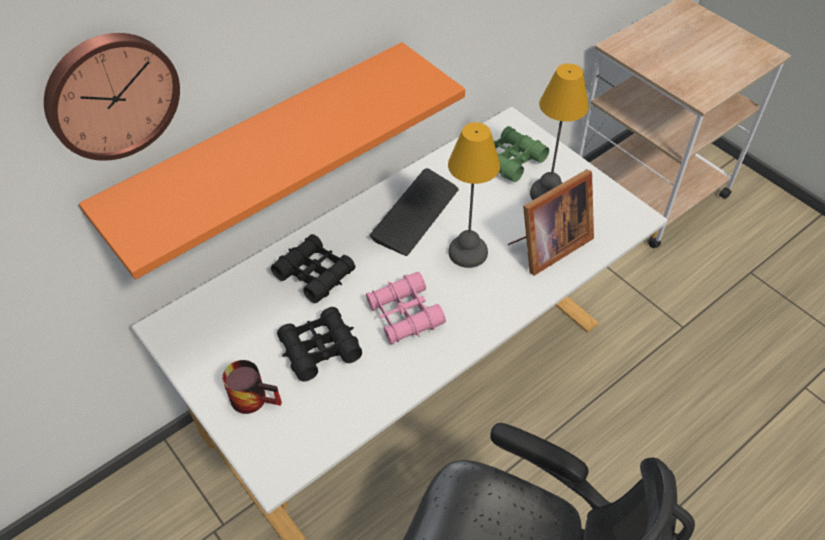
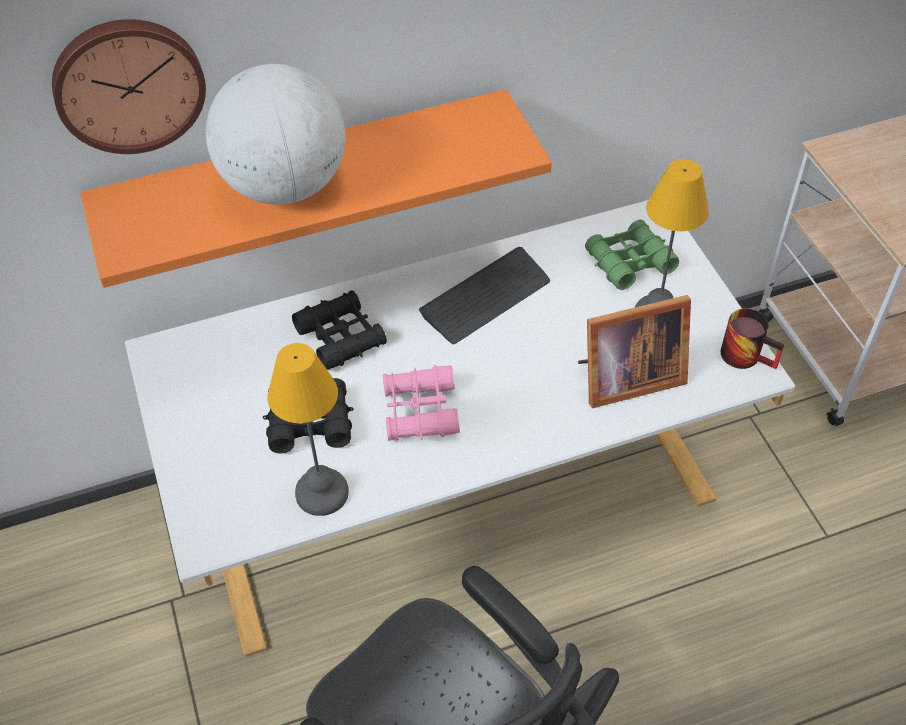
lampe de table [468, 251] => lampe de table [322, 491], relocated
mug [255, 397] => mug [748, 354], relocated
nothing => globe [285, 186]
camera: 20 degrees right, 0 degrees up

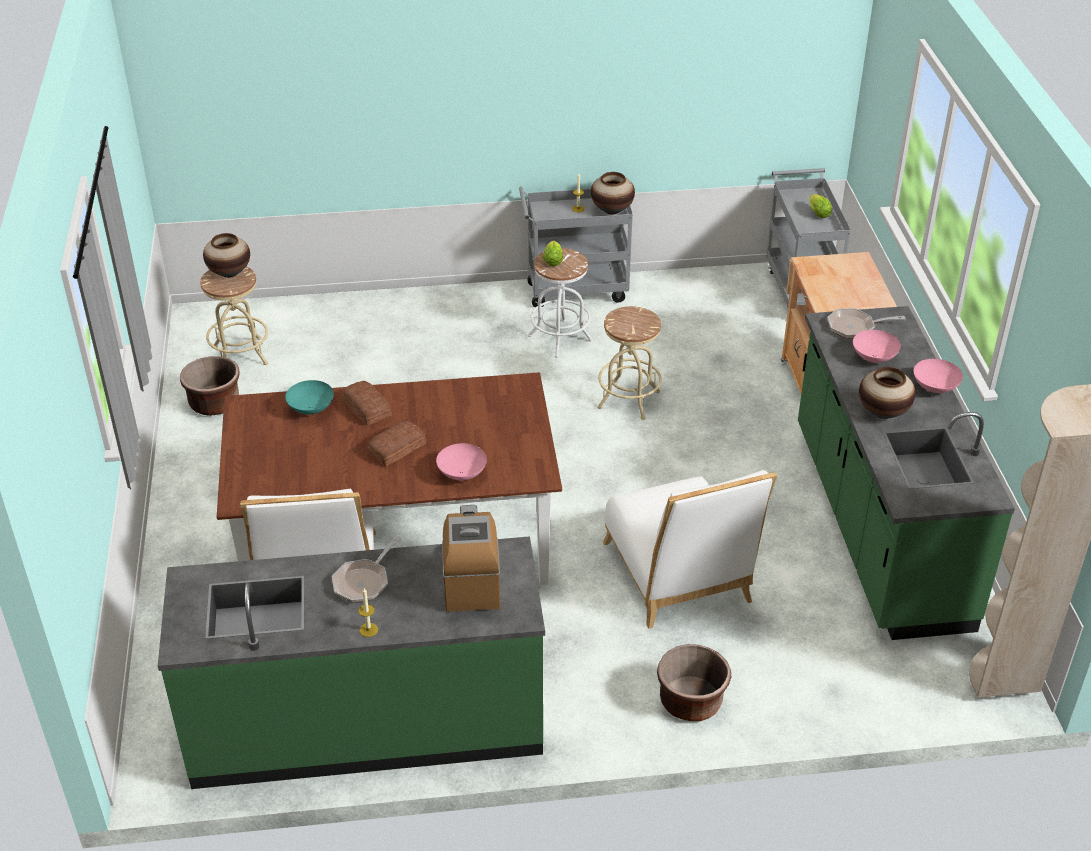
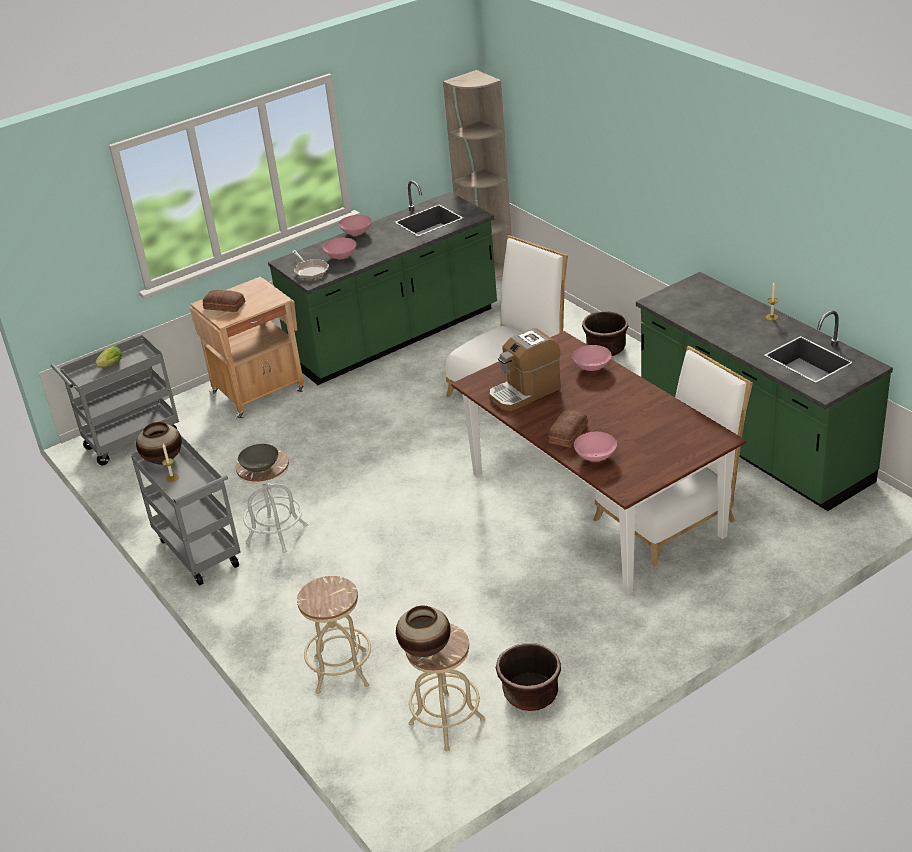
laitue [553, 260] => bol/gris [261, 468]
tabouret/beige [629, 400] => tabouret/beige [341, 671], relocated
vase [883, 412] => nothing
bol/turquoise [310, 409] => bol/rose [596, 457]
pain [395, 448] => pain [224, 306], relocated
machine à café [471, 579] => machine à café [525, 392], relocated
poêle [364, 581] => nothing
camera: 115 degrees left, 5 degrees down

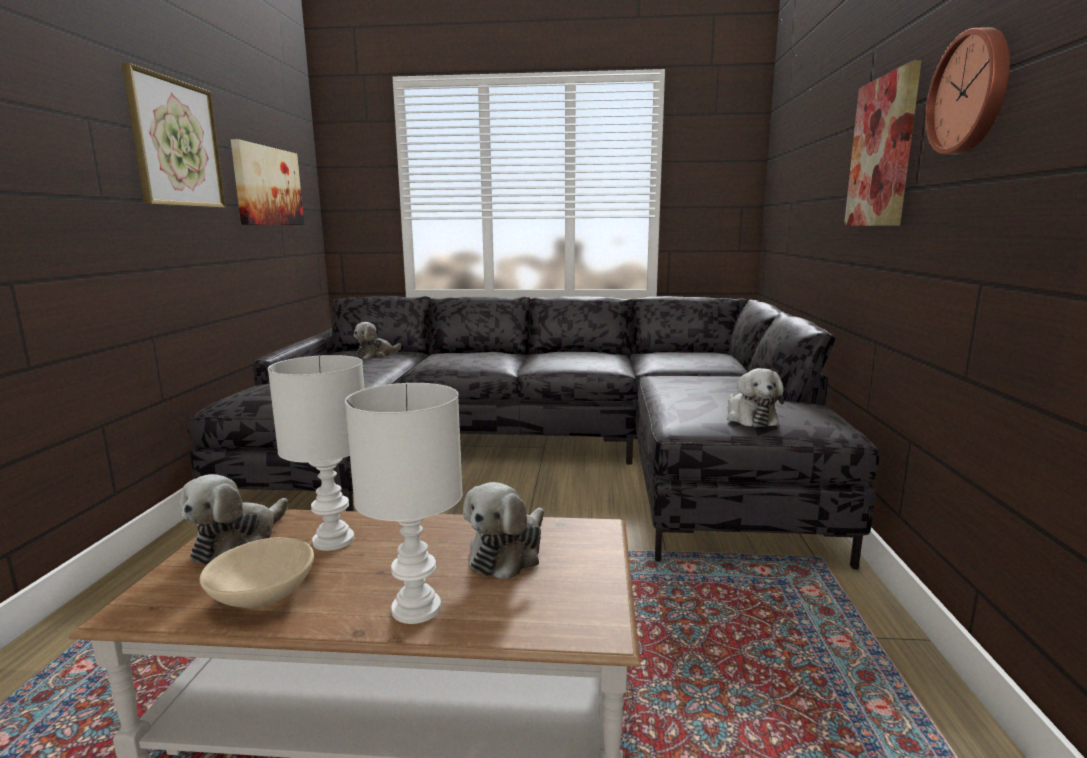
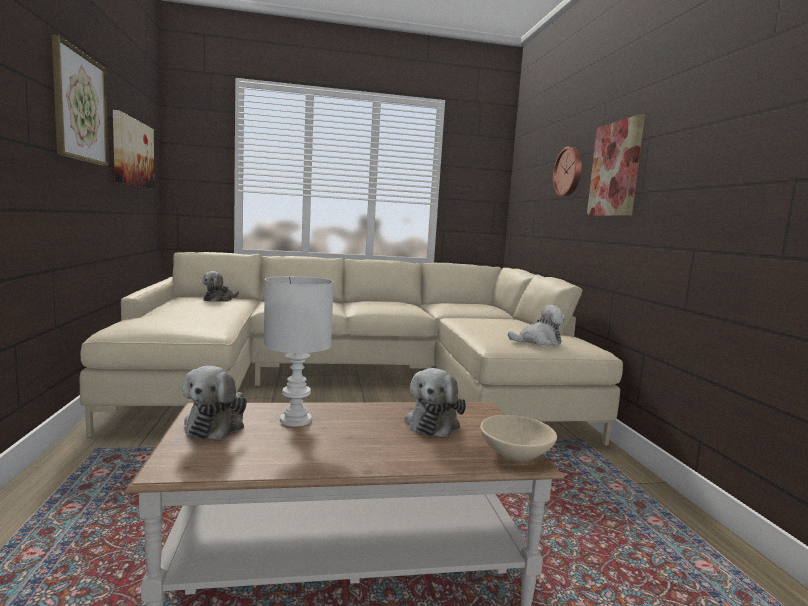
horloge murale [971, 93] => horloge murale [569, 172], relocated
canapé/noir [536, 459] => canapé/beige [355, 383]
peluche [749, 417] => peluche [538, 341], 75 degrees counterclockwise
lampe de table/blanc [415, 610] => nothing
bol/beige [264, 595] => bol/beige [515, 454], relocated
camera: 15 degrees left, 5 degrees down

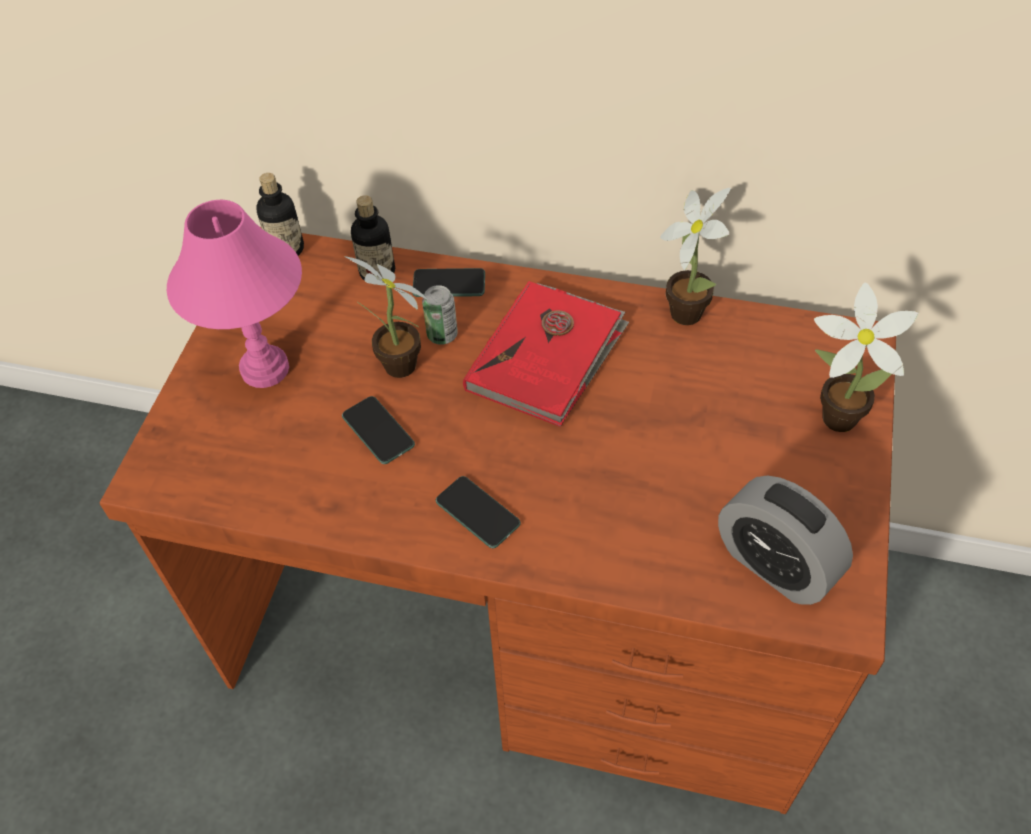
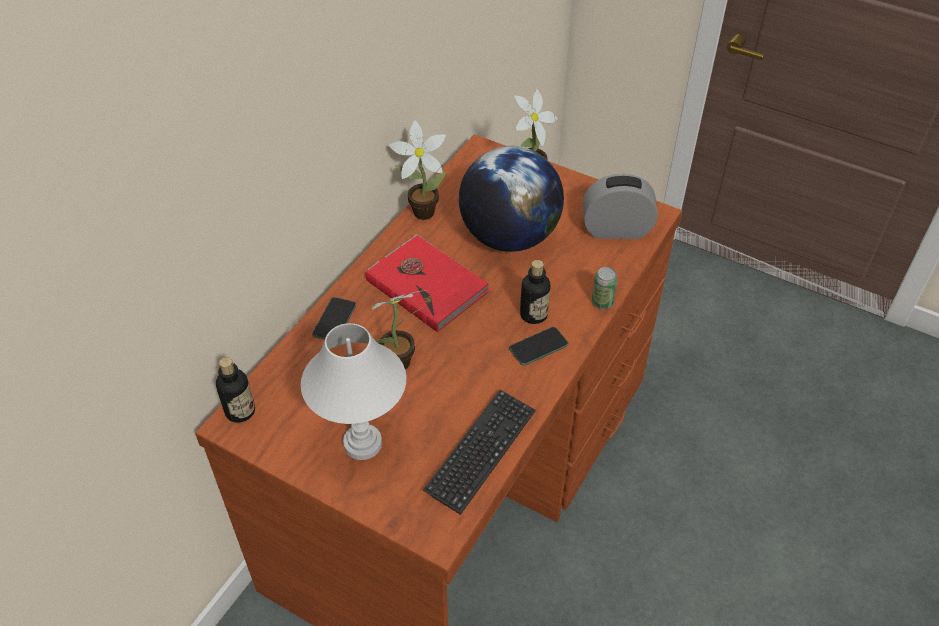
bouteille [377, 272] => bouteille [533, 314], relocated
lampe de table/rose [266, 368] => lampe de table/blanc [362, 443]
boîte métallique [442, 335] => boîte métallique [602, 302], relocated
téléphone [378, 431] => nothing
réveil [775, 564] => réveil [616, 230], 150 degrees counterclockwise
nothing => globe [509, 237]
nothing => clavier [481, 451]
camera: 75 degrees left, 5 degrees down

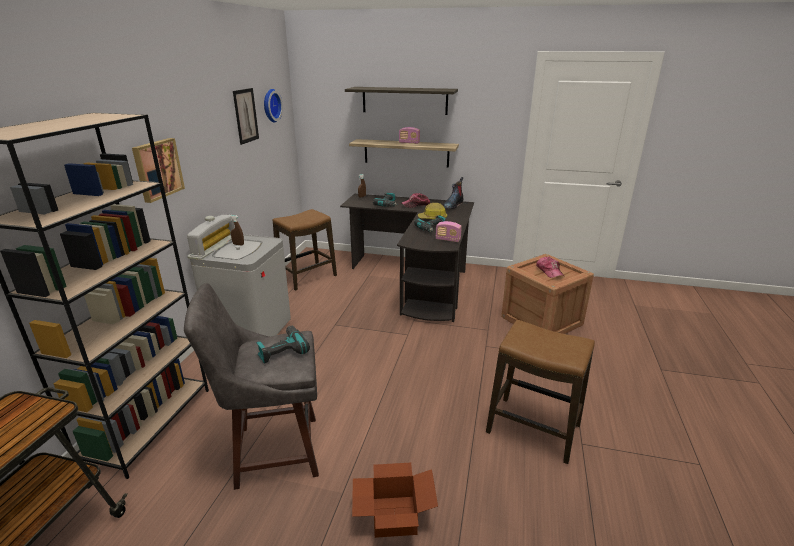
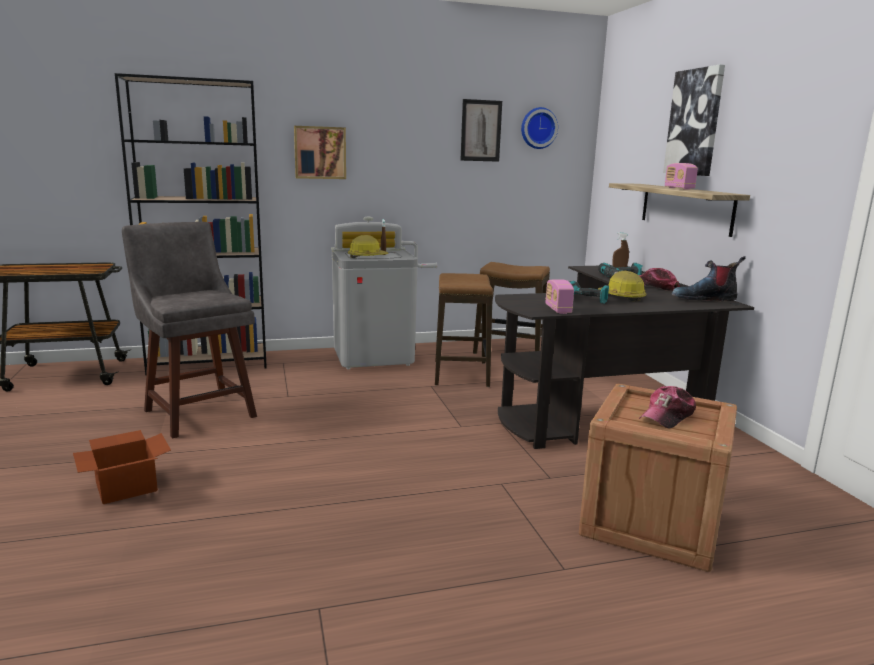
étagère [404, 100] => tableau [694, 122]
tabouret [533, 429] => tabouret [461, 373], relocated
perceuse [282, 349] => nothing
nothing => casque de chantier [367, 257]
camera: 60 degrees right, 10 degrees down

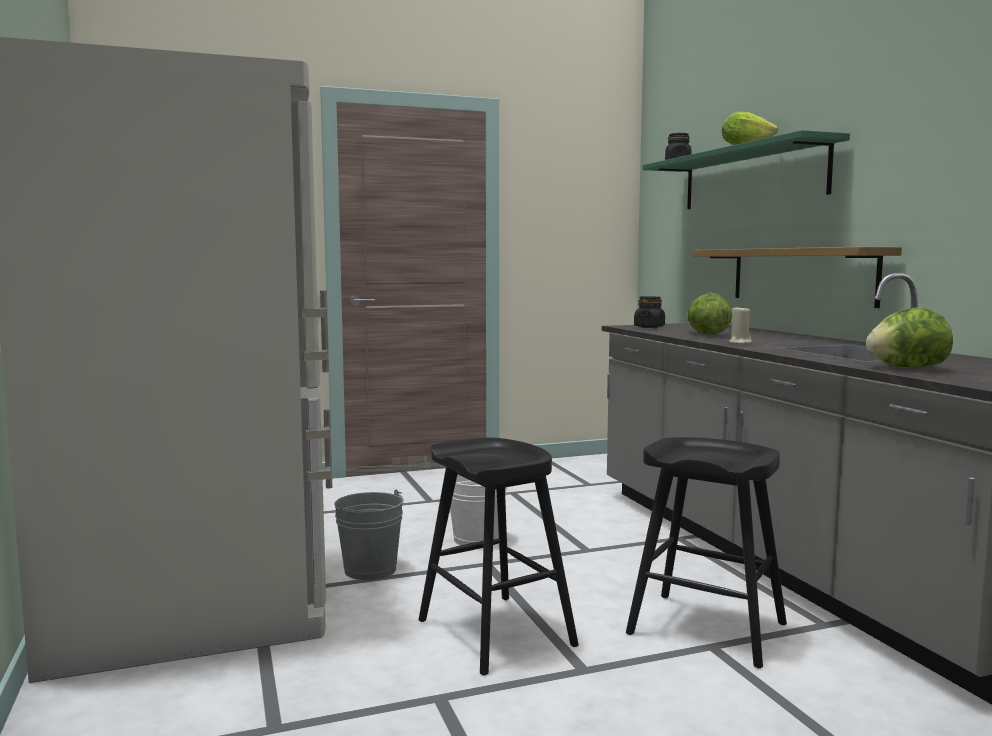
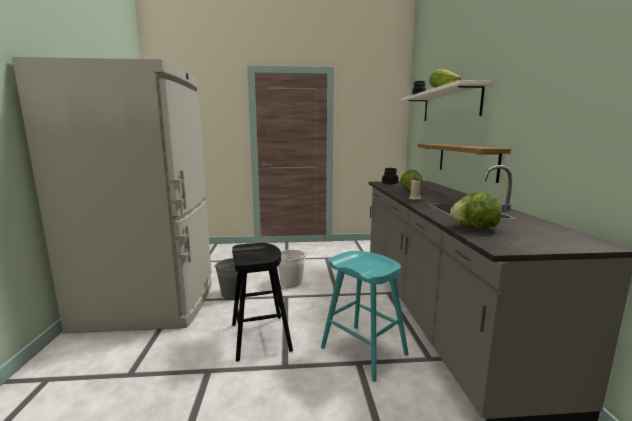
étagère/vert [751, 177] => étagère/blanc [449, 105]
tabouret/noir [706, 628] => tabouret/turquoise [363, 351]
camera: 15 degrees right, 5 degrees up

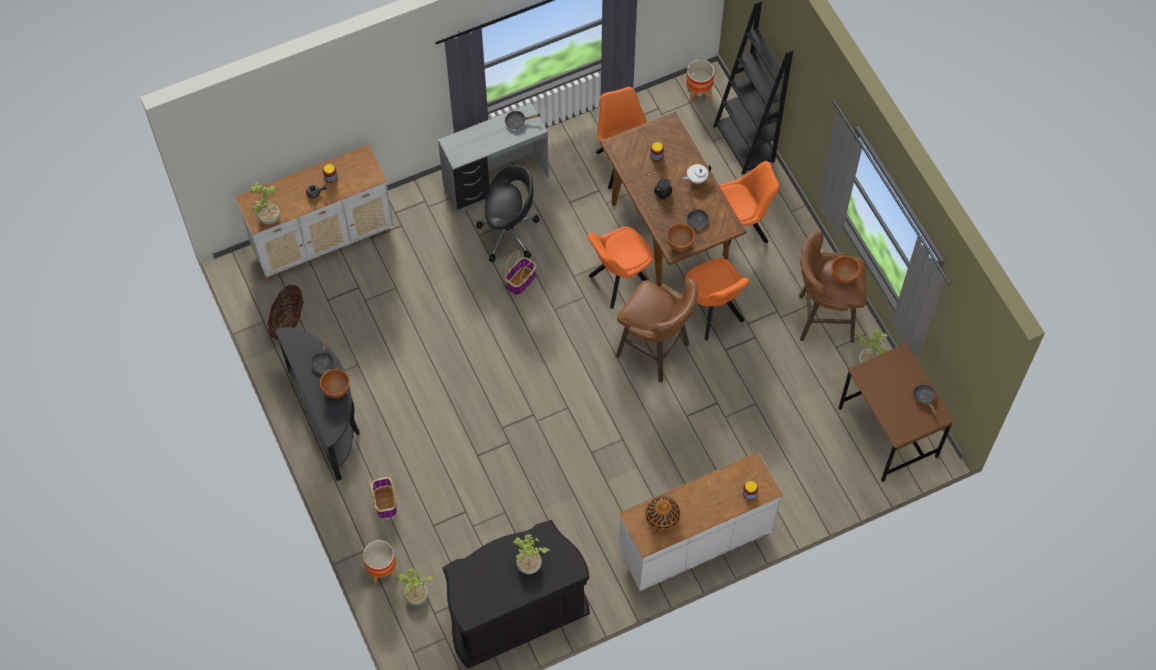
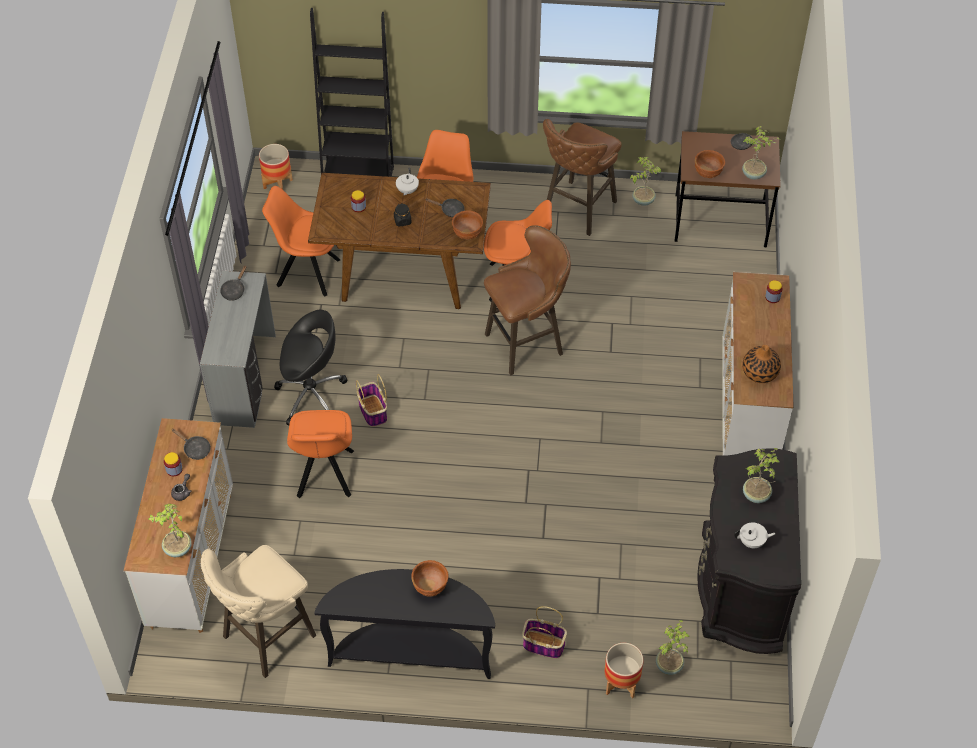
chaise de bureau/noir [510, 233] => chaise de bureau/noir [313, 395], 60 degrees clockwise
chaise/orange [619, 281] => chaise/orange [324, 474], relocated
bol/marron [843, 276] => bol/marron [708, 173], relocated
panier [288, 321] => tabouret/beige [266, 638]
poêle/noir [323, 361] => poêle/noir [195, 449], relocated
nothing => plante en pot [754, 175]
nothing => théière/blanc [752, 542]
camera: 60 degrees left, 10 degrees down

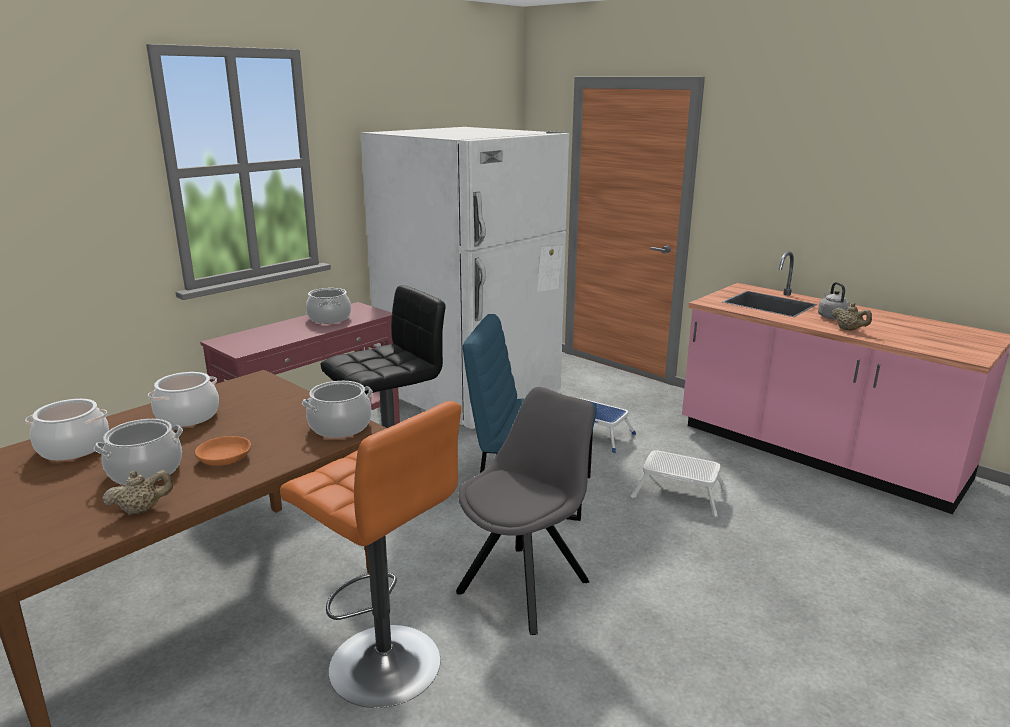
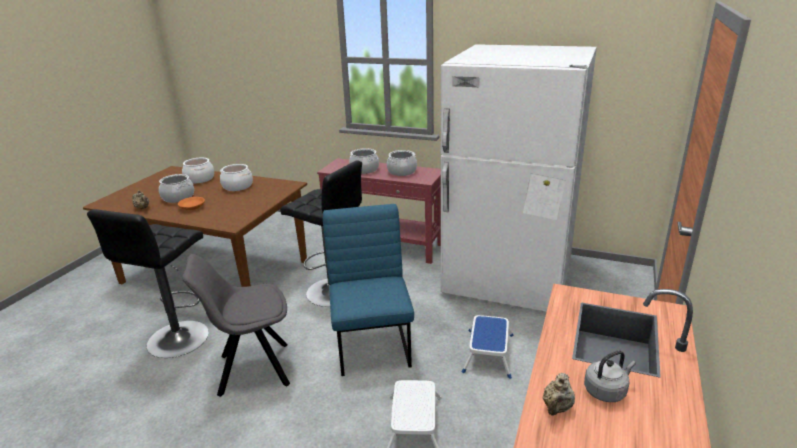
marmite [340, 426] => marmite [364, 169], relocated
chaise/gris [525, 587] => chaise/gris [253, 369], 150 degrees clockwise
tabouret/orange [385, 666] => tabouret/noir [177, 339]
camera: 70 degrees right, 5 degrees up

